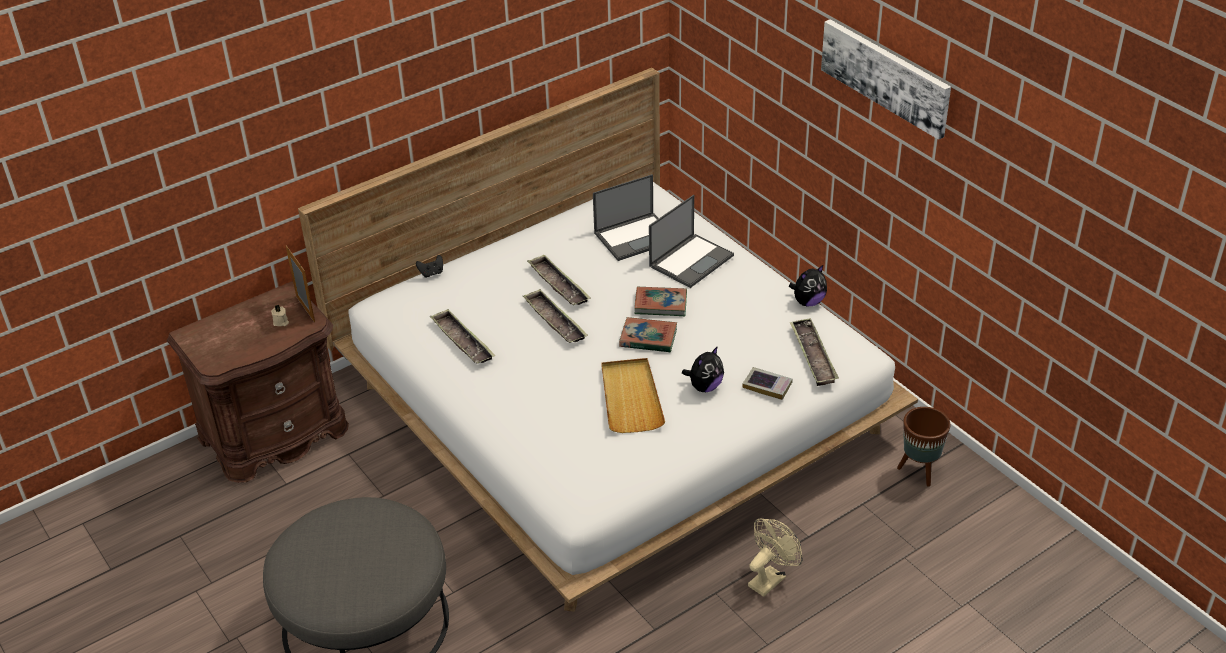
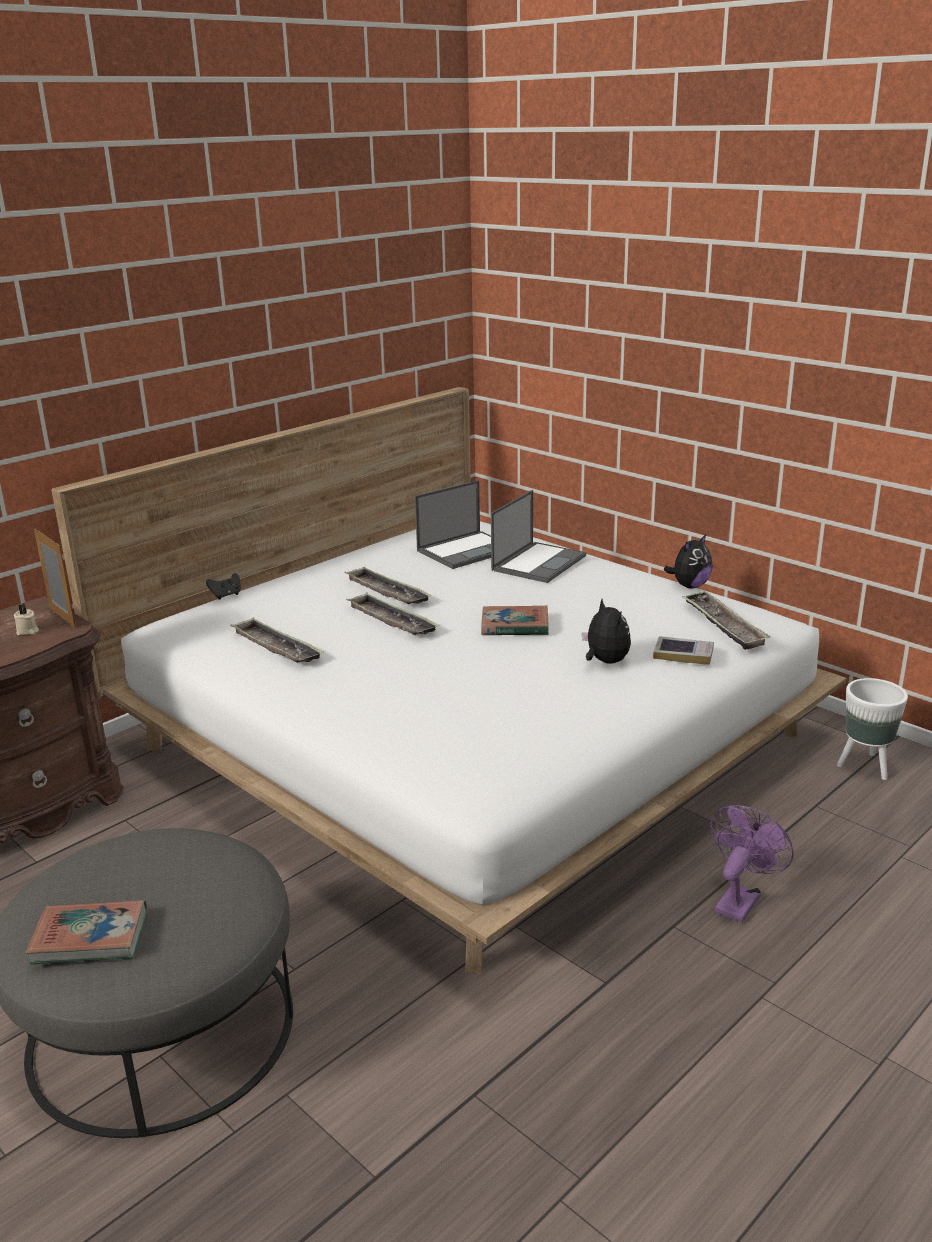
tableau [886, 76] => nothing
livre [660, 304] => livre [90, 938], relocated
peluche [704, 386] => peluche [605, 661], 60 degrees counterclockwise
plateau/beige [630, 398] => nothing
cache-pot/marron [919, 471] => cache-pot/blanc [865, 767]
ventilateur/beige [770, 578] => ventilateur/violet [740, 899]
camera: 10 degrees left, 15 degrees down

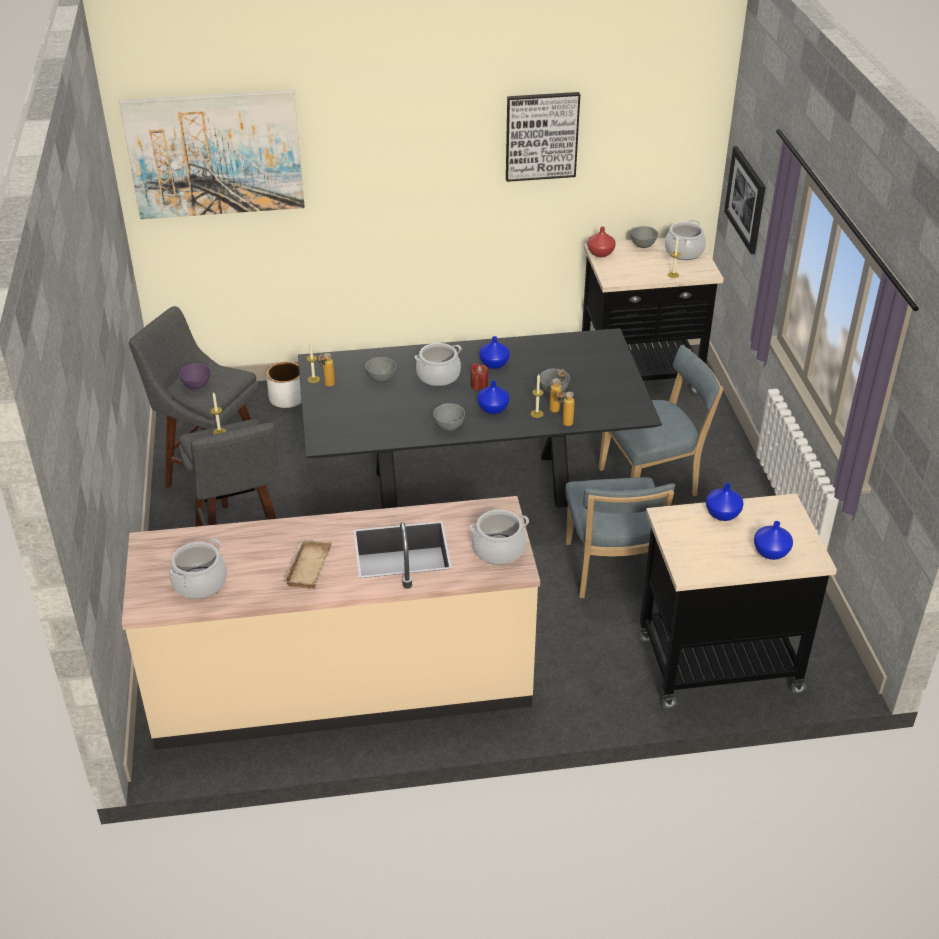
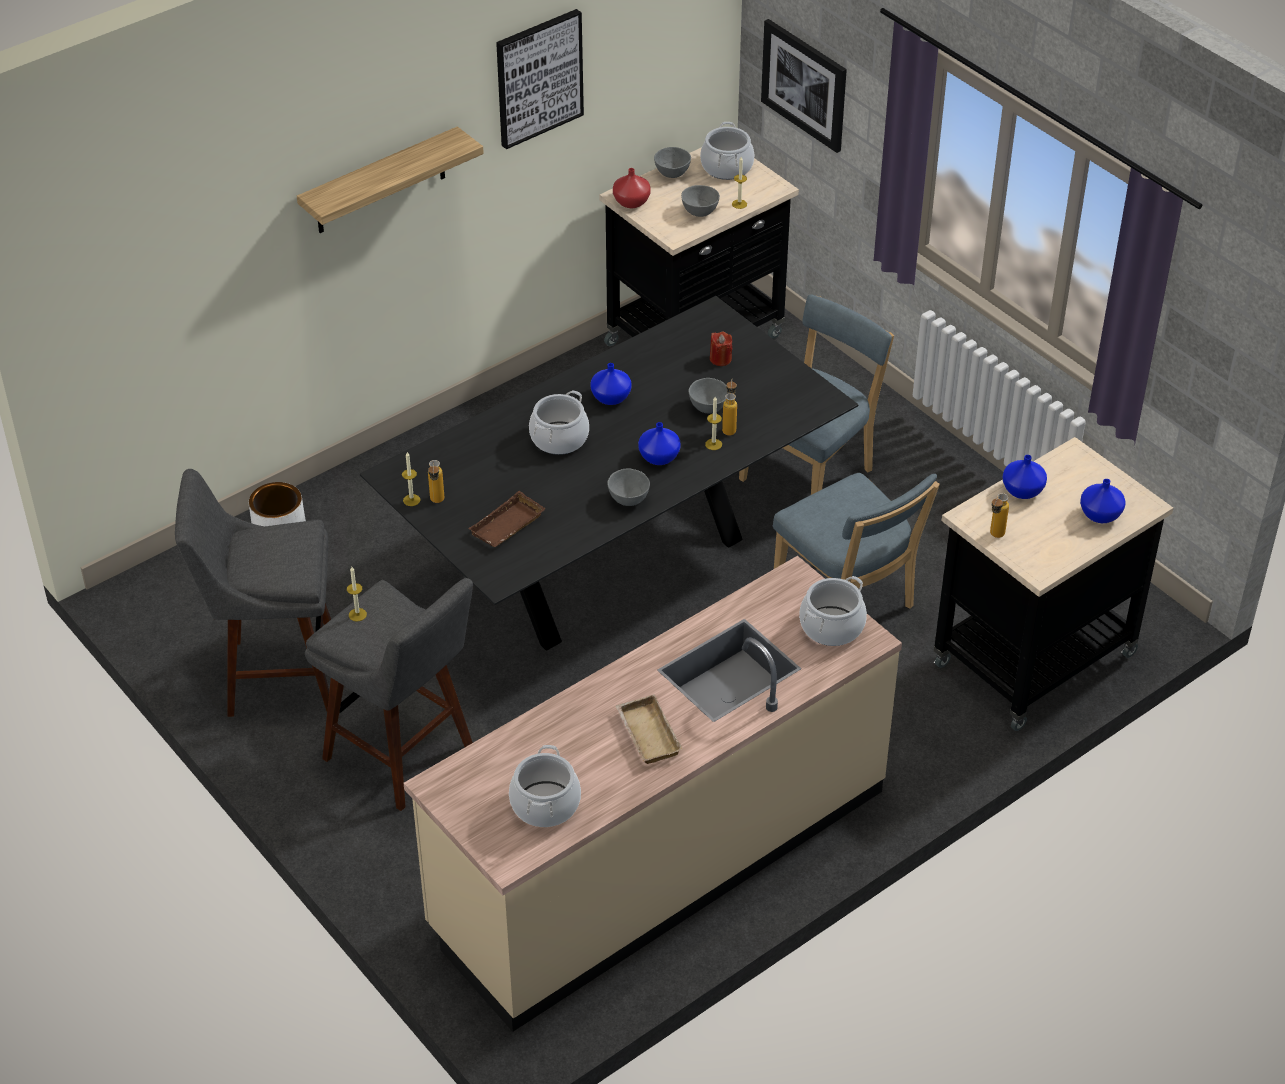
tableau [215, 154] => nothing
bol/gris [381, 379] => bol/gris [699, 212], relocated
bol/violet [197, 385] => nothing
bougie/rouge [479, 386] => bougie/rouge [720, 359], relocated
bouteille [563, 424] => bouteille [994, 537], relocated
nothing => étagère [380, 182]
nothing => plateau/marron [508, 527]
camera: 30 degrees left, 5 degrees up

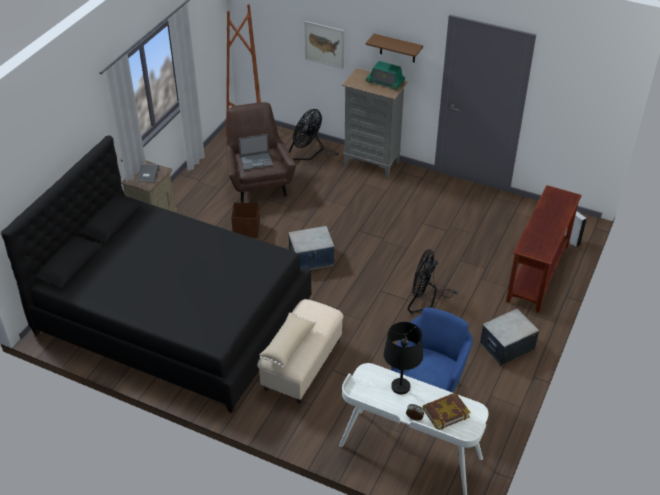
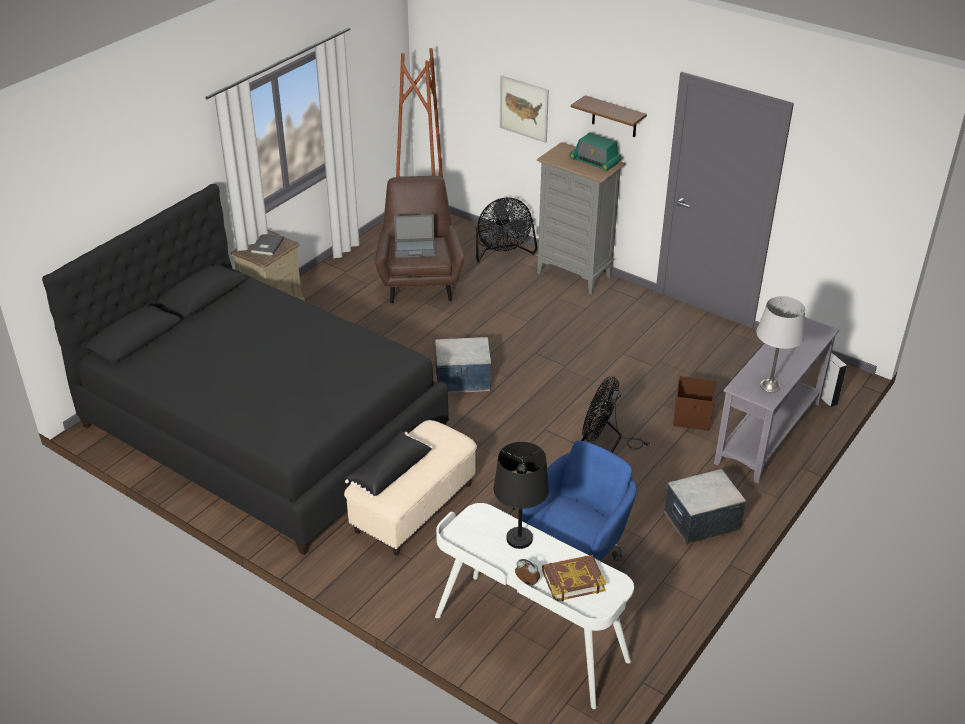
ventilateur/noir [312, 151] => ventilateur/noir [500, 252], 150 degrees counterclockwise
table console/marron [538, 273] => table console/gris [768, 434]
boîte de rangement/marron [247, 230] => boîte de rangement/marron [692, 418], relocated
coussin/beige [287, 345] => coussin/noir [389, 472]
nothing => lampe de table/gris [770, 385]
camera: 10 degrees right, 5 degrees down

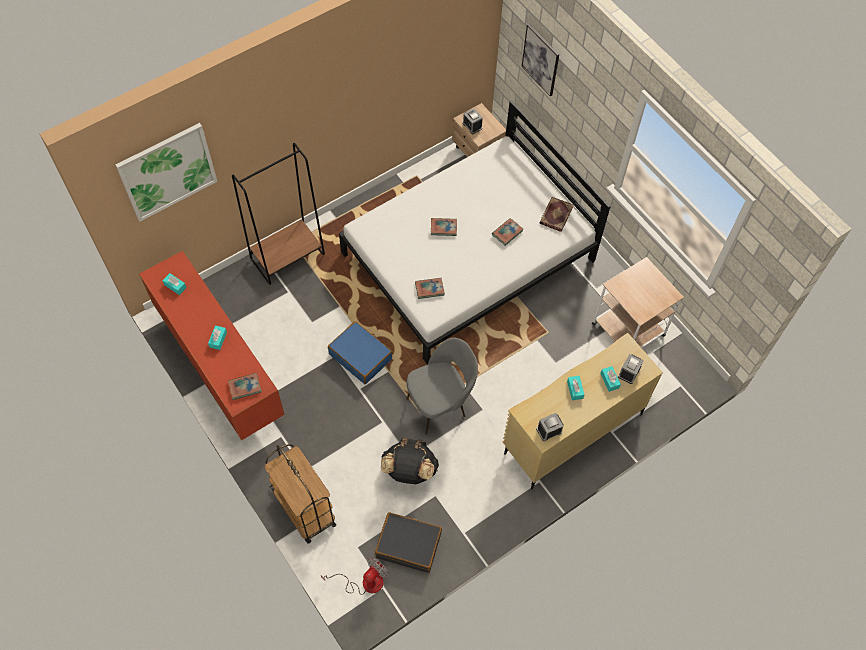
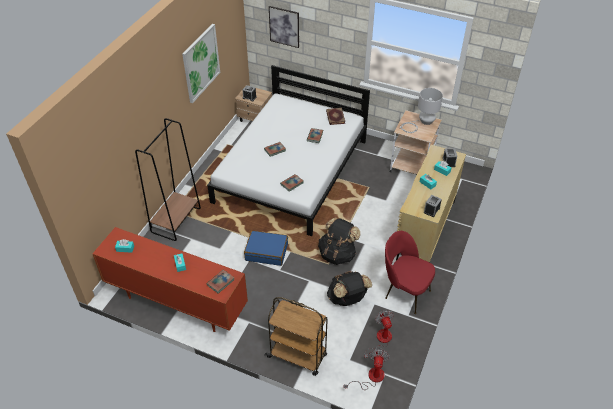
tableau [167, 171] => tableau [201, 63], relocated
chaise/gris [440, 405] => sac à dos/noir [337, 254]
valise/noir [408, 545] => ventilateur [380, 340]
nothing => lampe de table/gris [419, 123]
nothing => chaise/rouge [404, 292]
camera: 30 degrees left, 15 degrees down

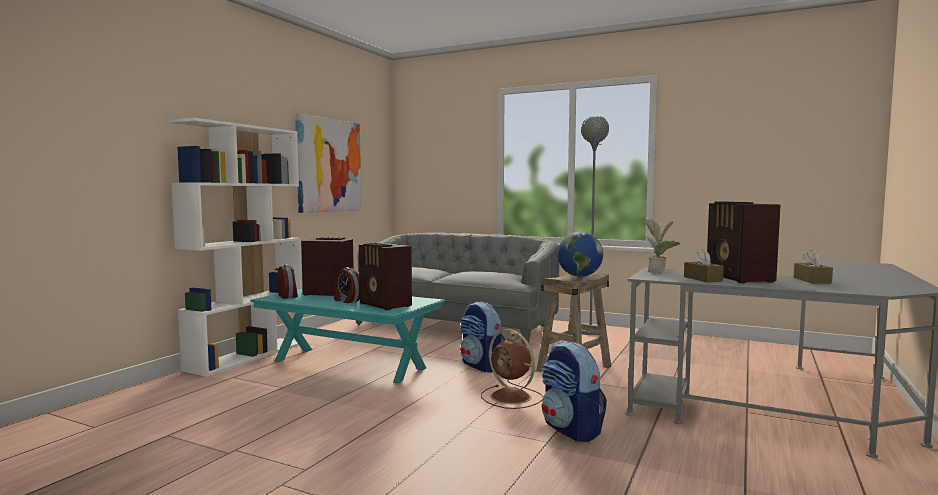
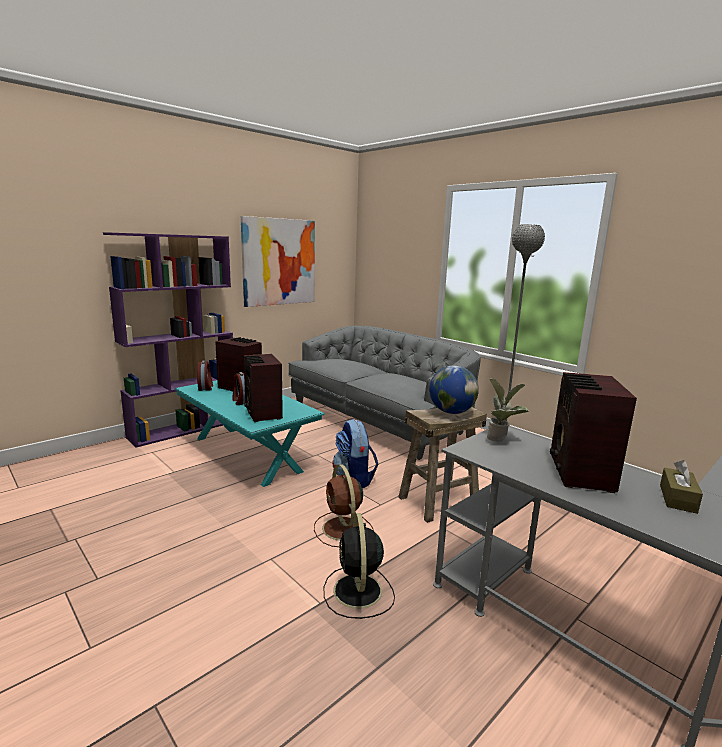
bibliothèque/blanc [247, 356] => bibliothèque/violet [184, 429]
boîte à mouchoirs/marron [702, 279] => nothing
sac à dos [572, 430] => ventilateur/noir [358, 592]
camera: 20 degrees right, 10 degrees up

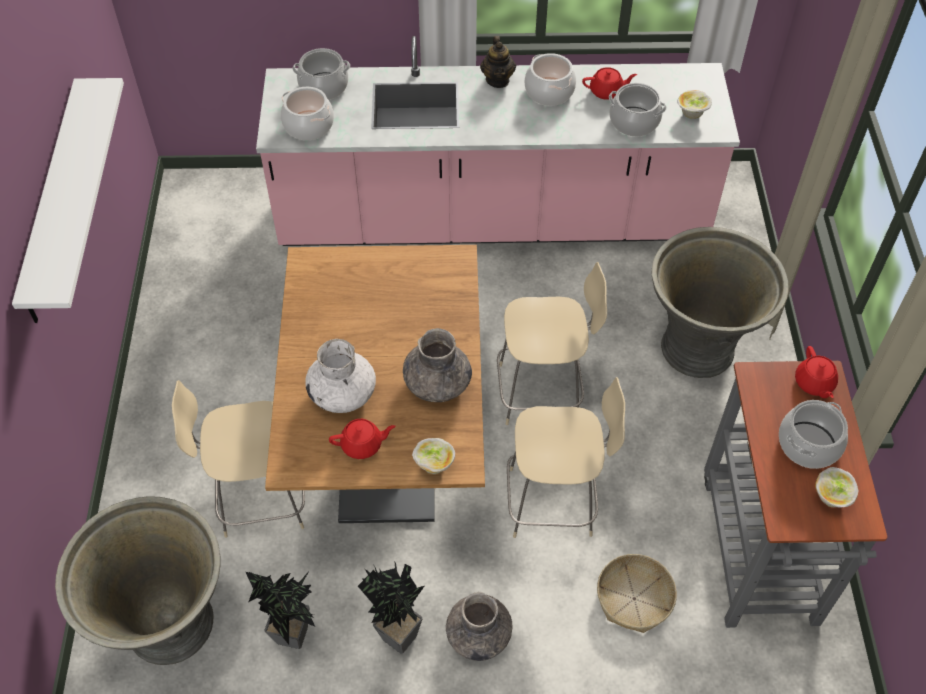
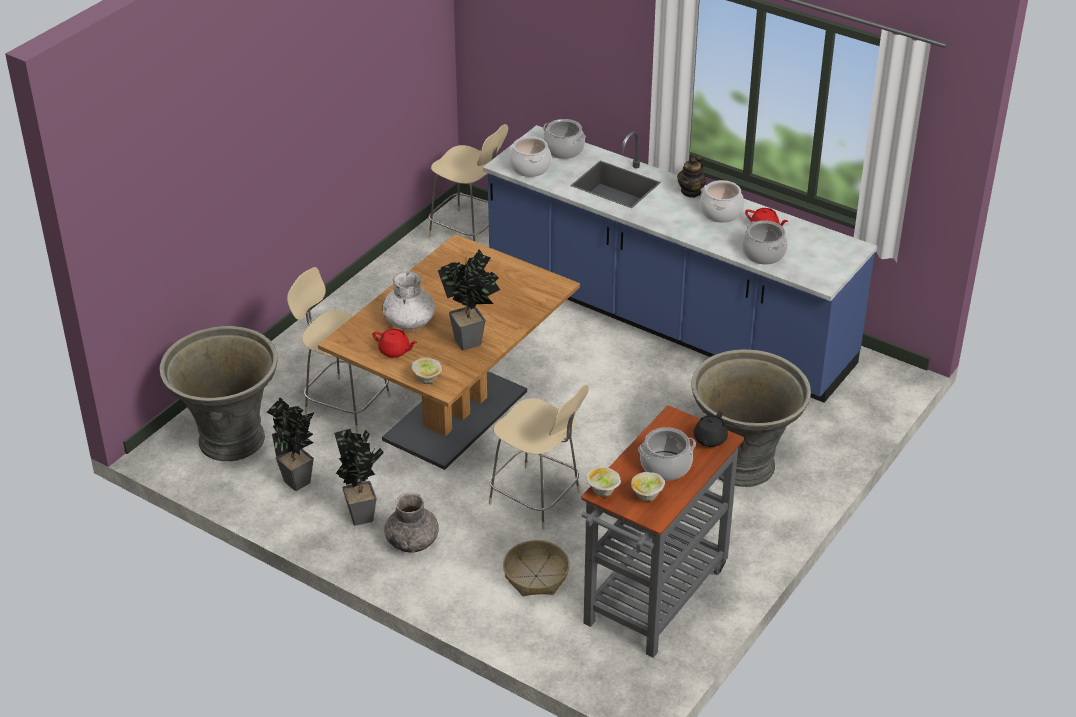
comptoir de cuisine/rose [492, 220] => comptoir de cuisine/bleu [667, 320]
étagère/blanc [53, 201] => nothing
bol [692, 115] => bol [603, 492], relocated
chaise/beige [542, 392] => chaise/beige [469, 232], relocated
vase/gris [437, 384] => plante en pot [472, 342]
théière/rouge [814, 383] => théière/noir [709, 439]
camera: 35 degrees right, 15 degrees down

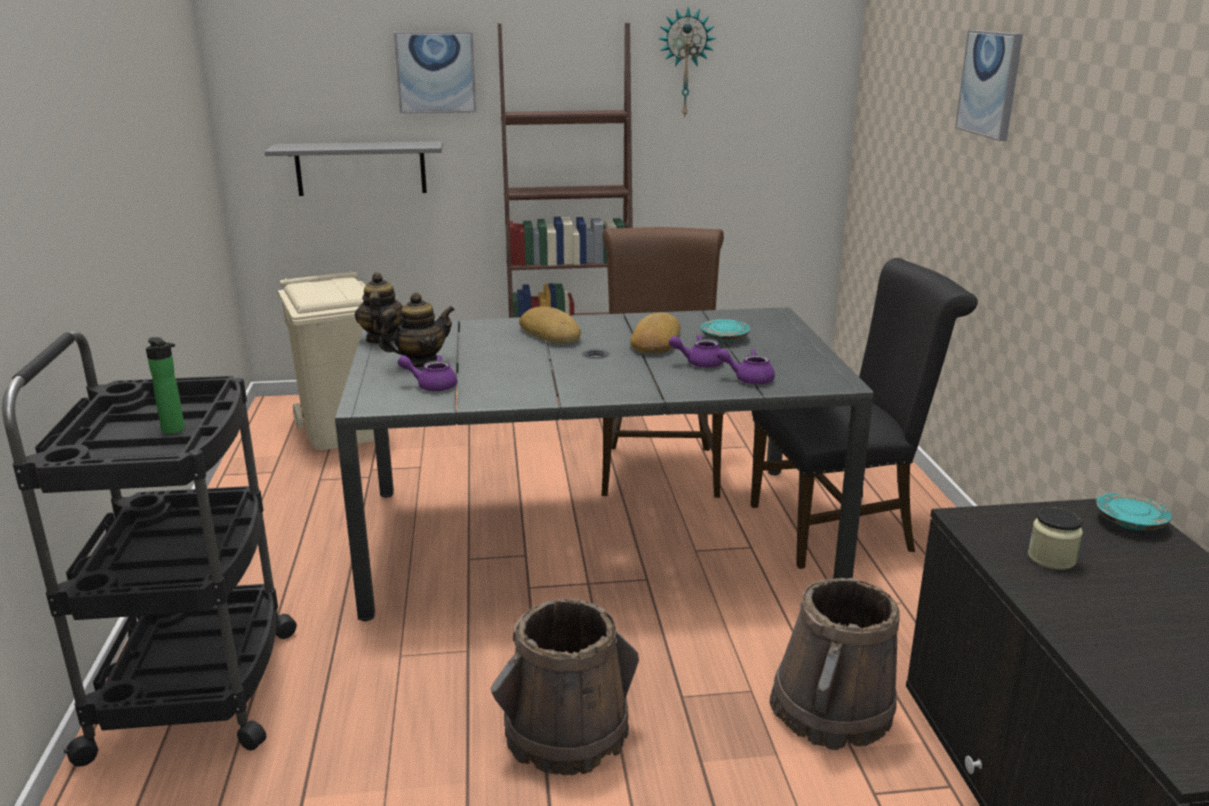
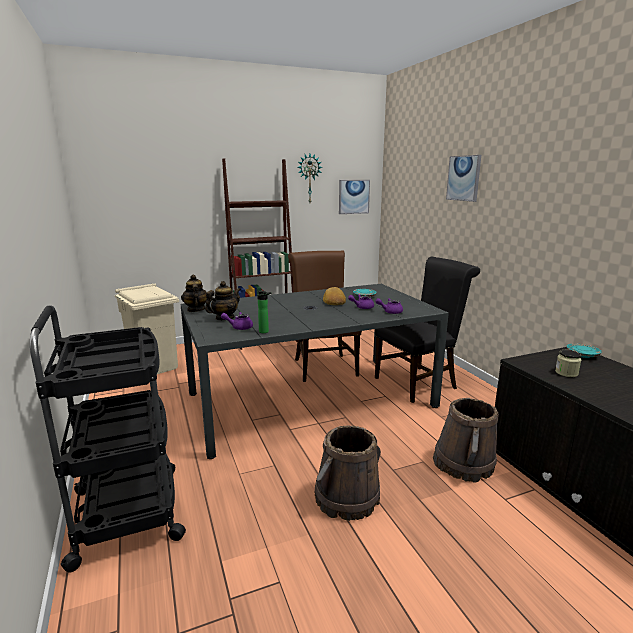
tableau [436, 72] => tableau [353, 196], relocated
étagère/gris [361, 168] => nothing
pain [551, 333] => nothing
bouteille [175, 430] => bouteille [265, 332], relocated
camera: 15 degrees left, 5 degrees down

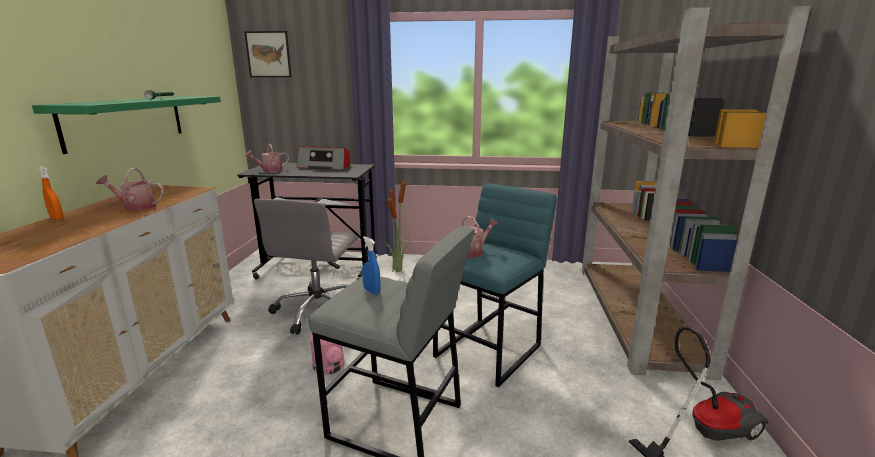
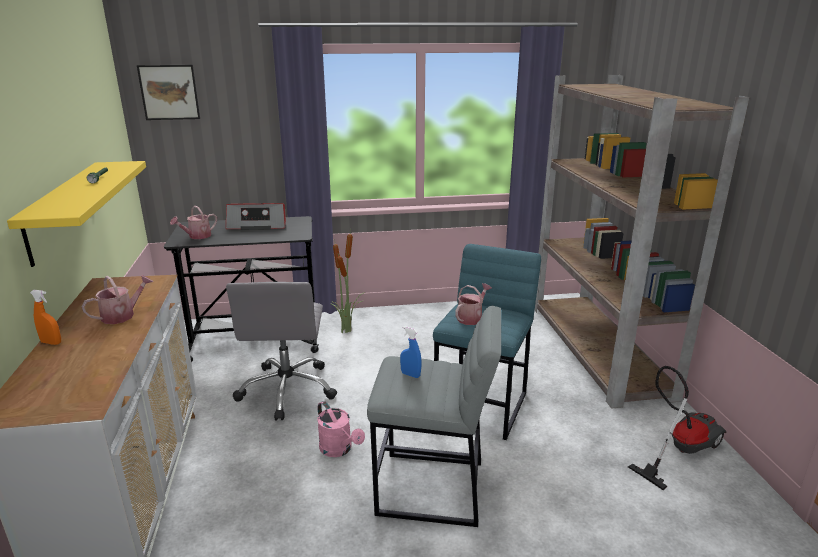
étagère/vert [126, 121] => étagère/jaune [64, 210]
arrosoir [135, 207] => arrosoir [122, 315], 150 degrees clockwise
camera: 15 degrees left, 5 degrees up

